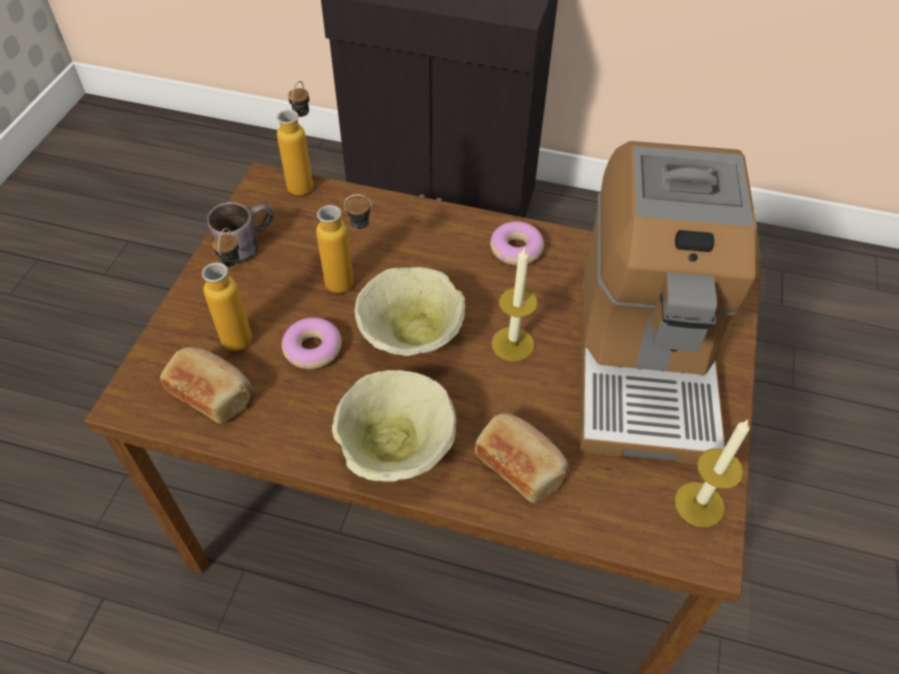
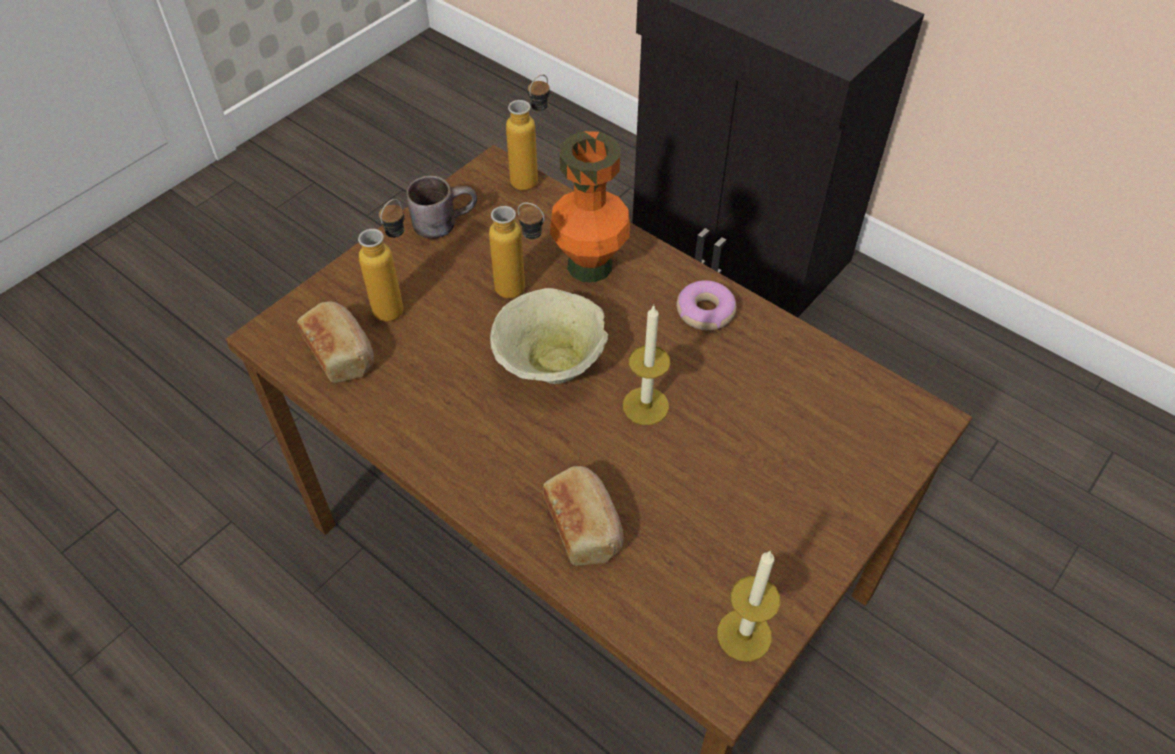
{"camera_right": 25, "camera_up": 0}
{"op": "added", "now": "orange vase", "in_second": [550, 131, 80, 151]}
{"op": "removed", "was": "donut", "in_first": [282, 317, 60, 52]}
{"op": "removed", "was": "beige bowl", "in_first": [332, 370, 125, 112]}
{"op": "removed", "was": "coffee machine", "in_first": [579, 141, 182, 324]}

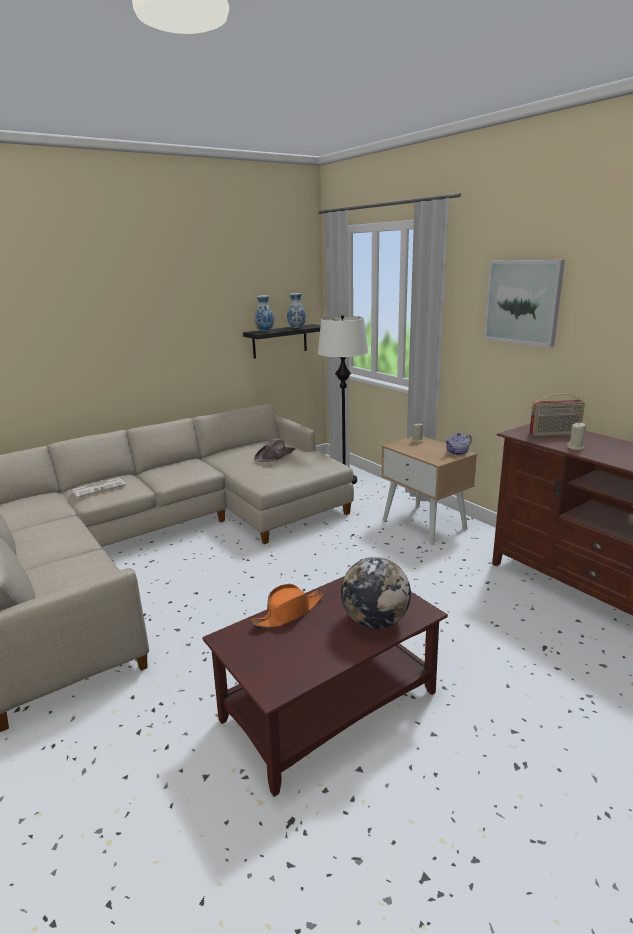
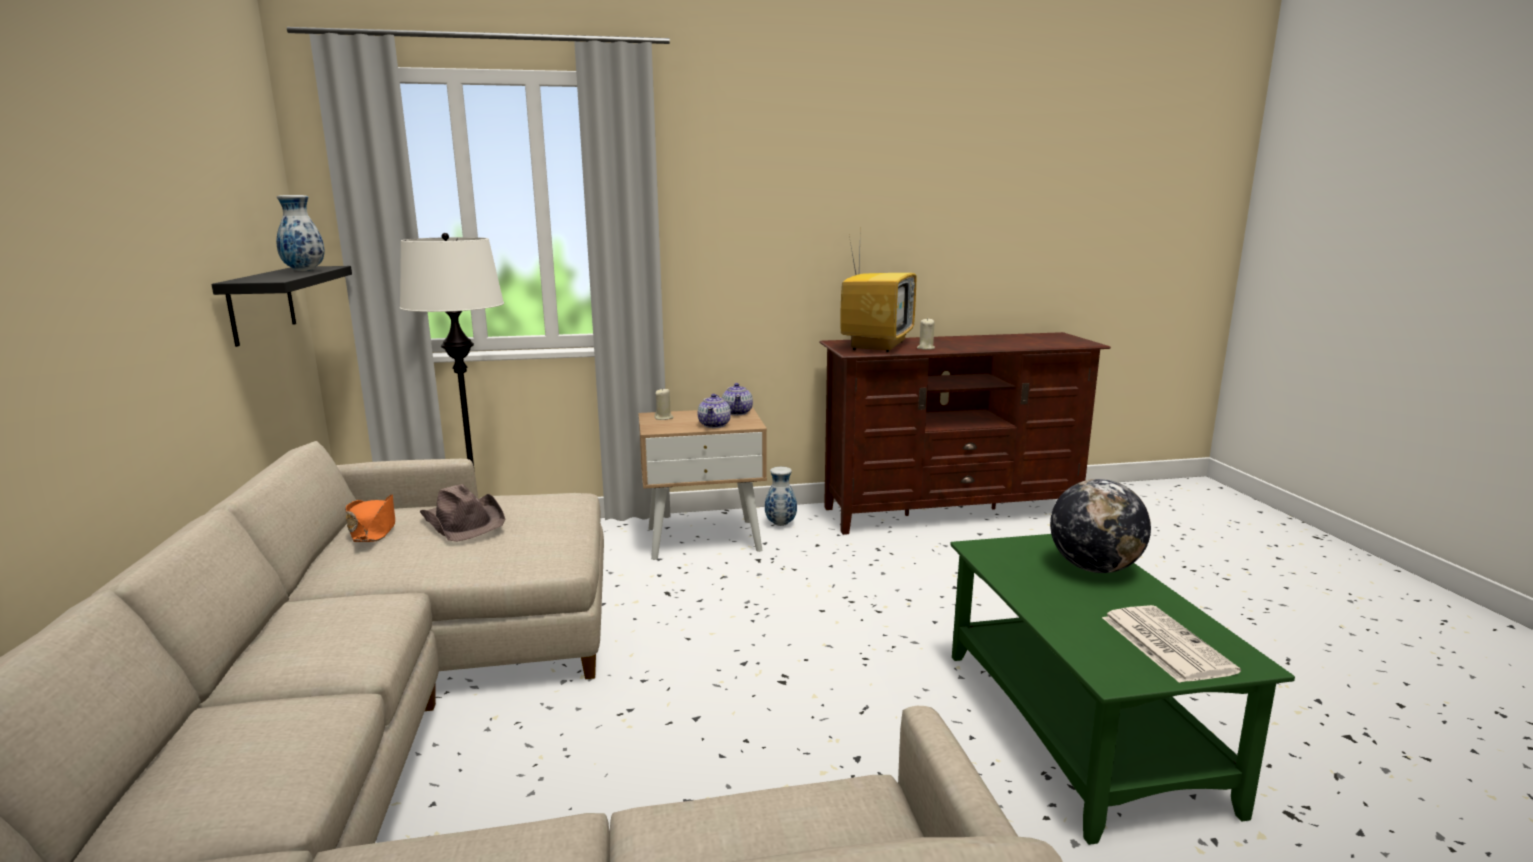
{"camera_right": -65, "camera_up": -5}
{"op": "moved", "was": "orange hat", "in_first": [252, 584, 71, 44], "in_second": [345, 494, 50, 48]}
{"op": "added", "now": "teapot", "in_second": [698, 394, 33, 34]}
{"op": "moved", "was": "vase", "in_first": [254, 295, 20, 37], "in_second": [765, 467, 32, 59]}
{"op": "replaced", "was": "radio", "now": "television", "in_first": [529, 393, 56, 44], "in_second": [840, 223, 76, 129]}
{"op": "recoloured", "was": "brown coffee table", "now": "green coffee table", "in_first": [202, 577, 246, 220], "in_second": [950, 534, 345, 311]}
{"op": "moved", "was": "newspaper", "in_first": [72, 478, 54, 20], "in_second": [1102, 605, 139, 78]}
{"op": "removed", "was": "picture", "in_first": [484, 260, 81, 88]}

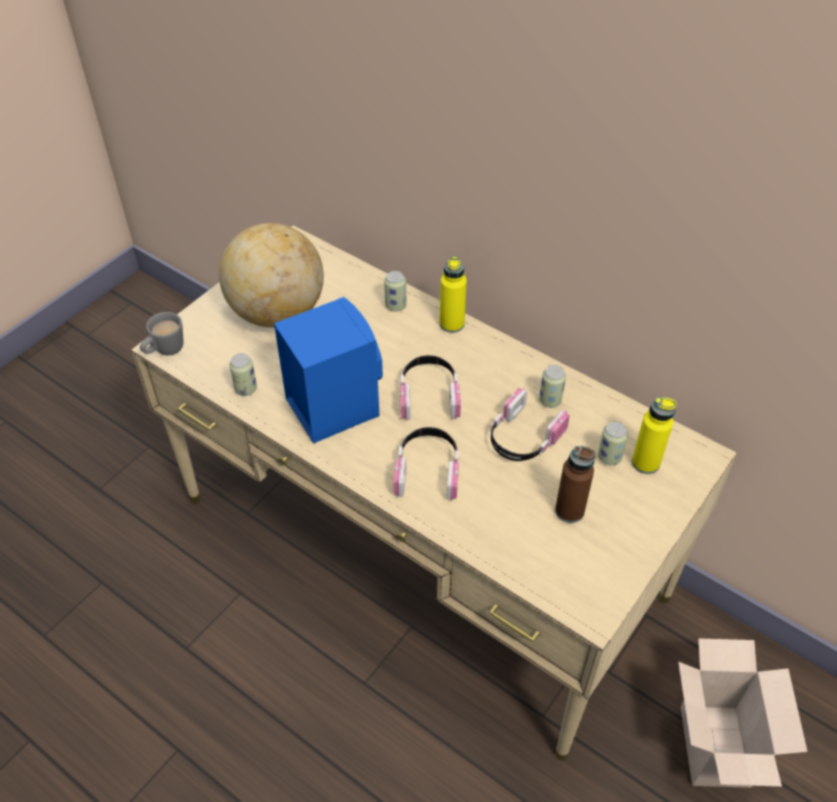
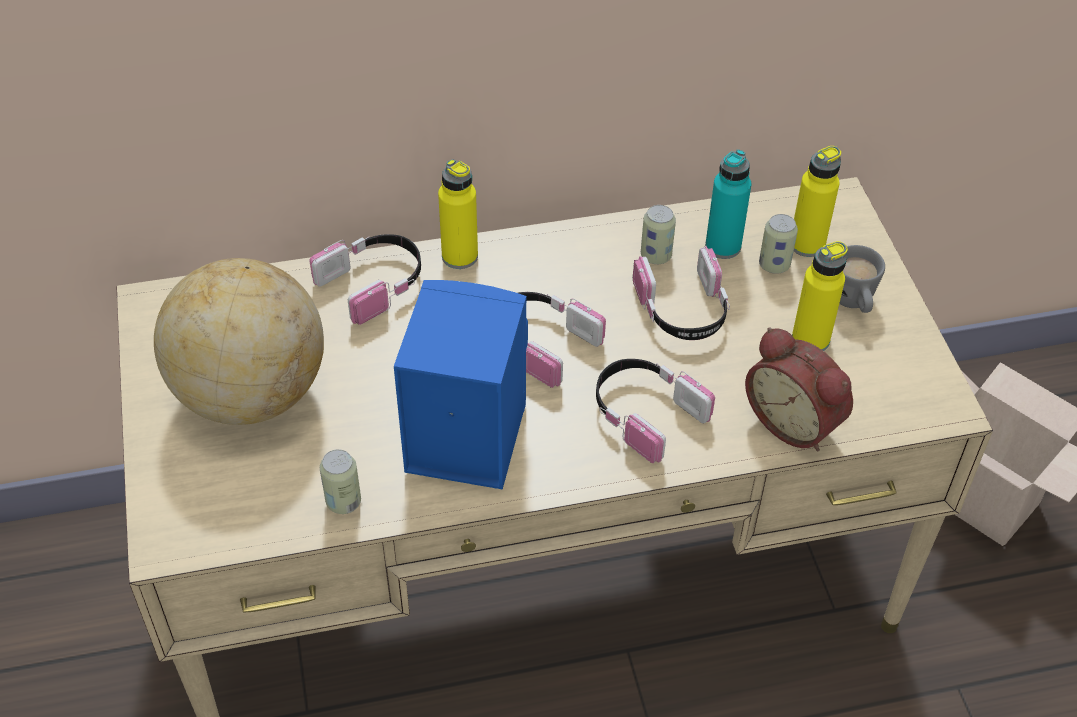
{"camera_right": -50, "camera_up": 0}
{"op": "replaced", "was": "can", "now": "headphones", "in_first": [384, 271, 22, 40], "in_second": [310, 234, 111, 91]}
{"op": "added", "now": "turquoise bottle", "in_second": [705, 149, 46, 110]}
{"op": "added", "now": "alarm clock", "in_second": [745, 327, 108, 124]}
{"op": "recoloured", "was": "brown bottle", "now": "yellow bottle", "in_first": [555, 446, 40, 77], "in_second": [792, 241, 56, 110]}
{"op": "moved", "was": "grey mug", "in_first": [140, 312, 43, 43], "in_second": [839, 245, 46, 68]}

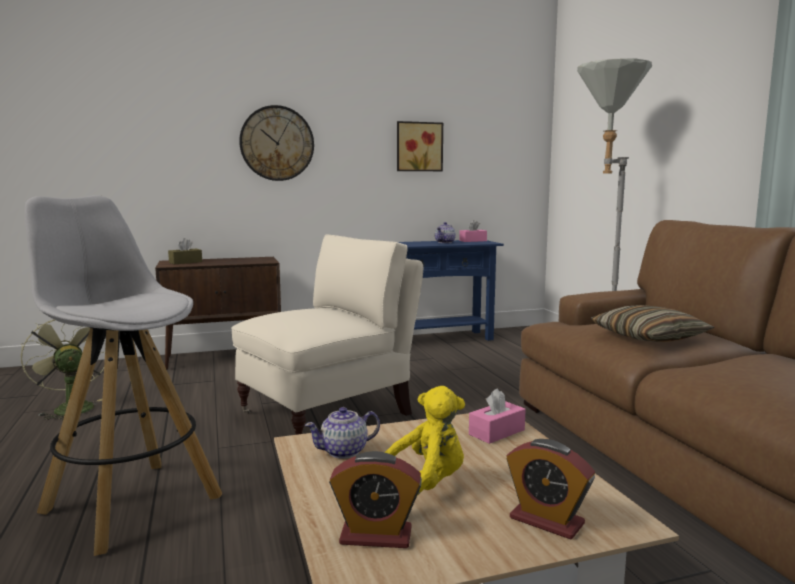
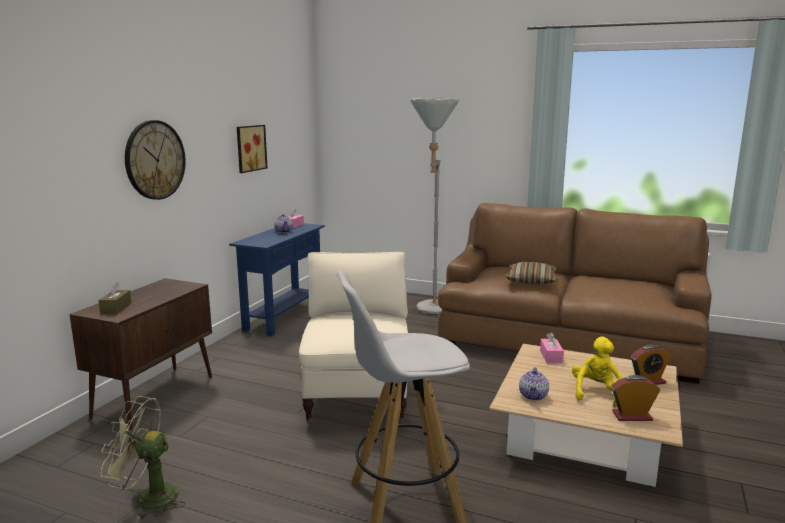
{"camera_right": -50, "camera_up": 5}
{"op": "turned", "was": "alarm clock", "in_first": [329, 451, 93, 97], "in_second": [611, 375, 49, 46], "clockwise": -135}

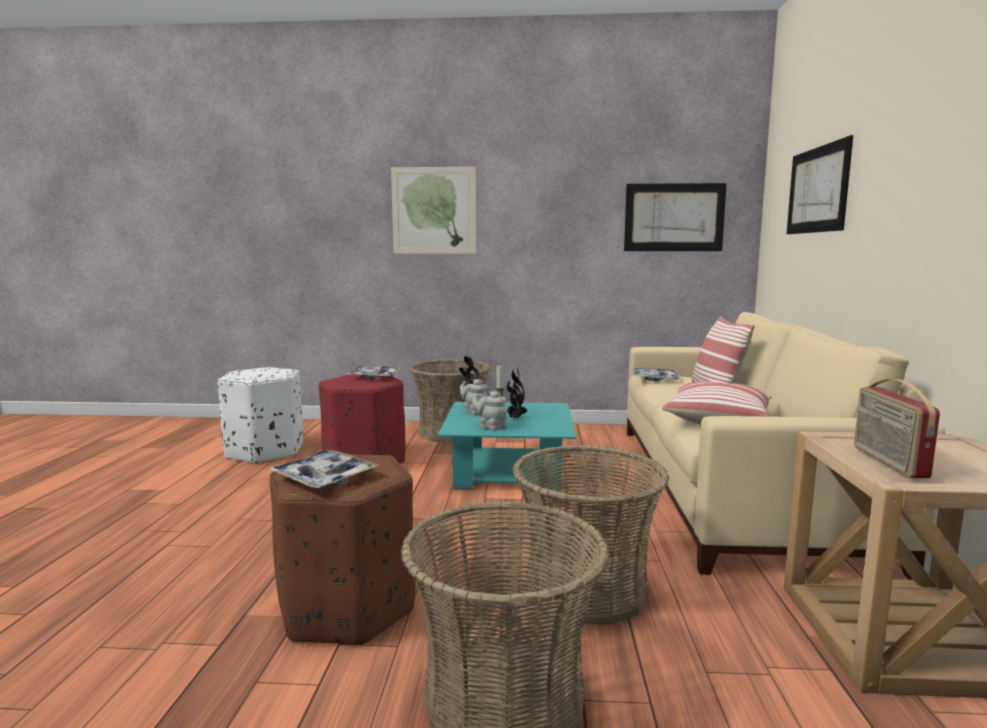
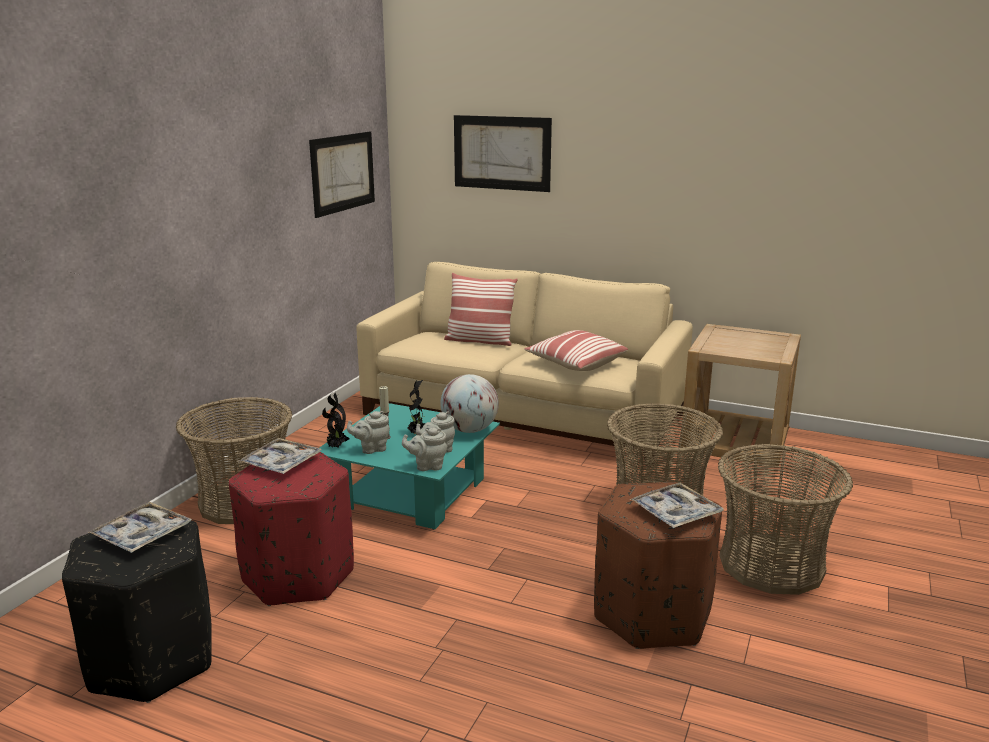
{"camera_right": -70, "camera_up": 10}
{"op": "recoloured", "was": "white ottoman", "now": "black ottoman", "in_first": [218, 367, 85, 97], "in_second": [62, 518, 150, 185]}
{"op": "moved", "was": "tray", "in_first": [633, 368, 47, 13], "in_second": [88, 502, 104, 51]}
{"op": "added", "now": "grey teapot", "in_second": [402, 428, 46, 43]}
{"op": "added", "now": "globe", "in_second": [440, 374, 59, 59]}
{"op": "removed", "was": "picture", "in_first": [391, 167, 85, 87]}
{"op": "removed", "was": "radio", "in_first": [854, 379, 86, 99]}

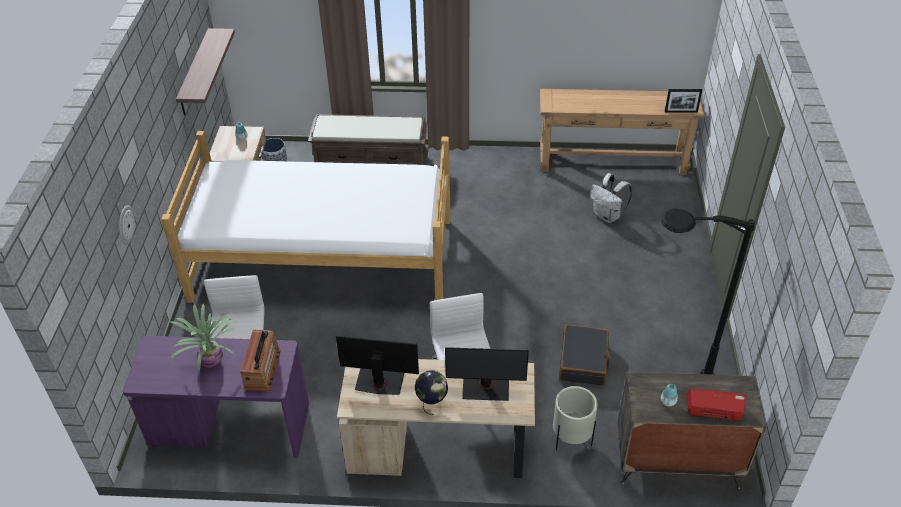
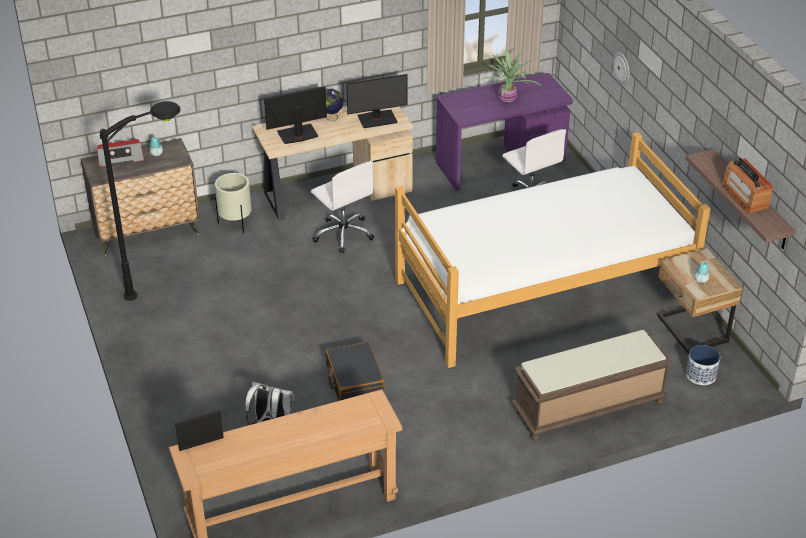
{"camera_right": 155, "camera_up": -5}
{"op": "moved", "was": "black suitcase", "in_first": [559, 325, 52, 61], "in_second": [325, 342, 60, 59]}
{"op": "moved", "was": "radio", "in_first": [240, 330, 41, 62], "in_second": [722, 158, 51, 56]}

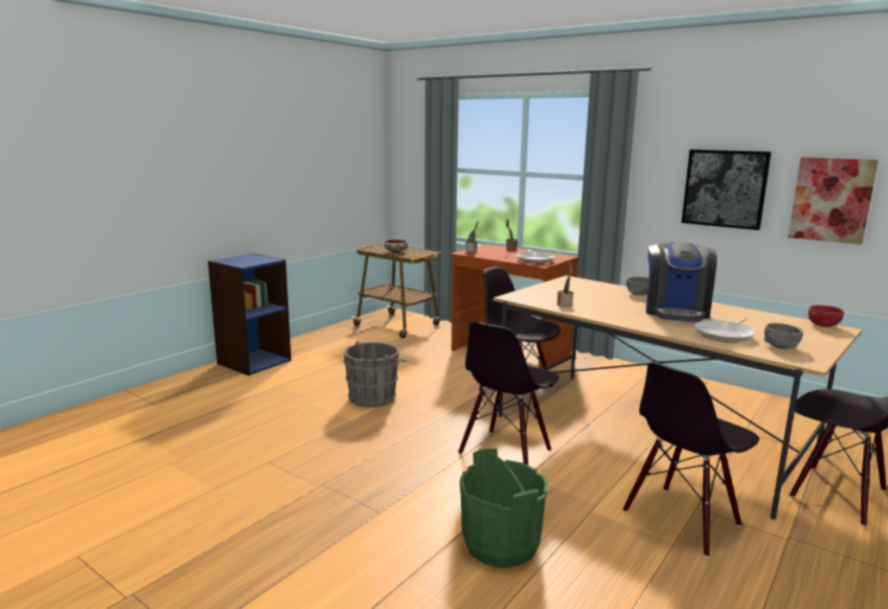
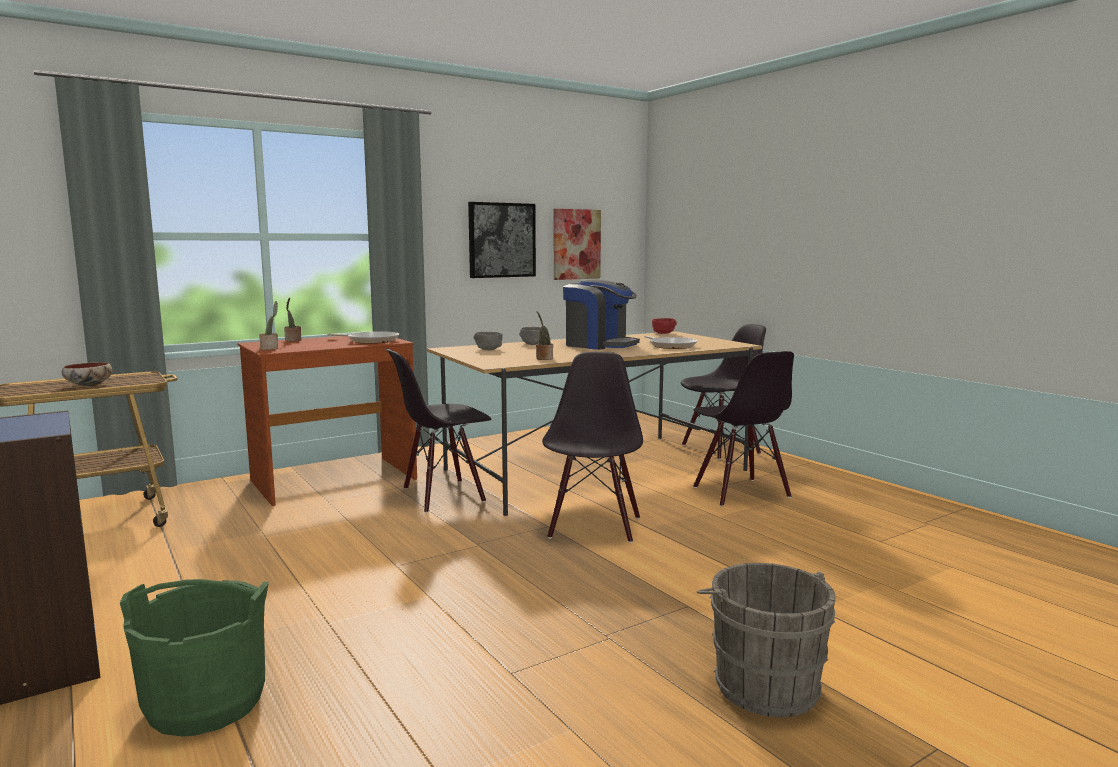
{"camera_right": -70, "camera_up": -5}
{"op": "moved", "was": "green bucket", "in_first": [459, 449, 89, 119], "in_second": [120, 579, 149, 158]}
{"op": "moved", "was": "grey bowl", "in_first": [764, 323, 39, 26], "in_second": [474, 332, 29, 18]}
{"op": "turned", "was": "black chair", "in_first": [458, 322, 101, 143], "in_second": [542, 352, 101, 191], "clockwise": -135}
{"op": "moved", "was": "grey bucket", "in_first": [343, 341, 63, 67], "in_second": [697, 563, 139, 154]}

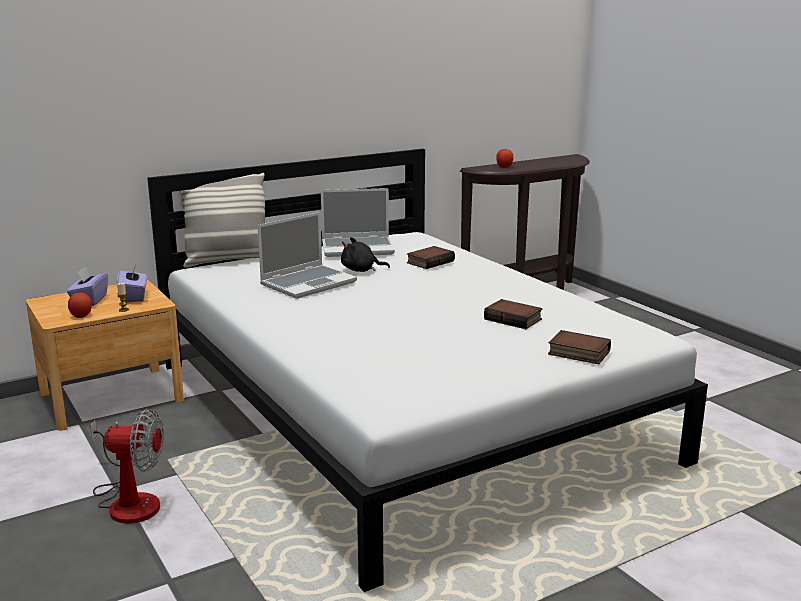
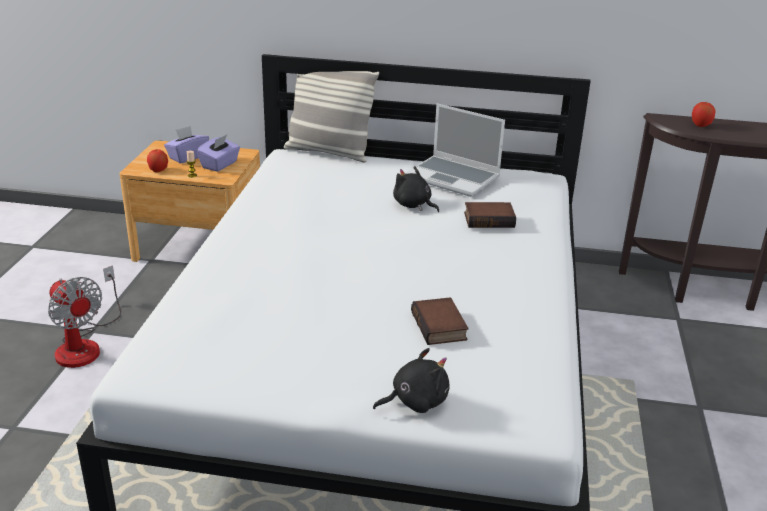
{"camera_right": 40, "camera_up": 10}
{"op": "replaced", "was": "book", "now": "black plush toy", "in_first": [548, 330, 63, 34], "in_second": [373, 348, 76, 65]}
{"op": "removed", "was": "laptop", "in_first": [257, 212, 100, 87]}

